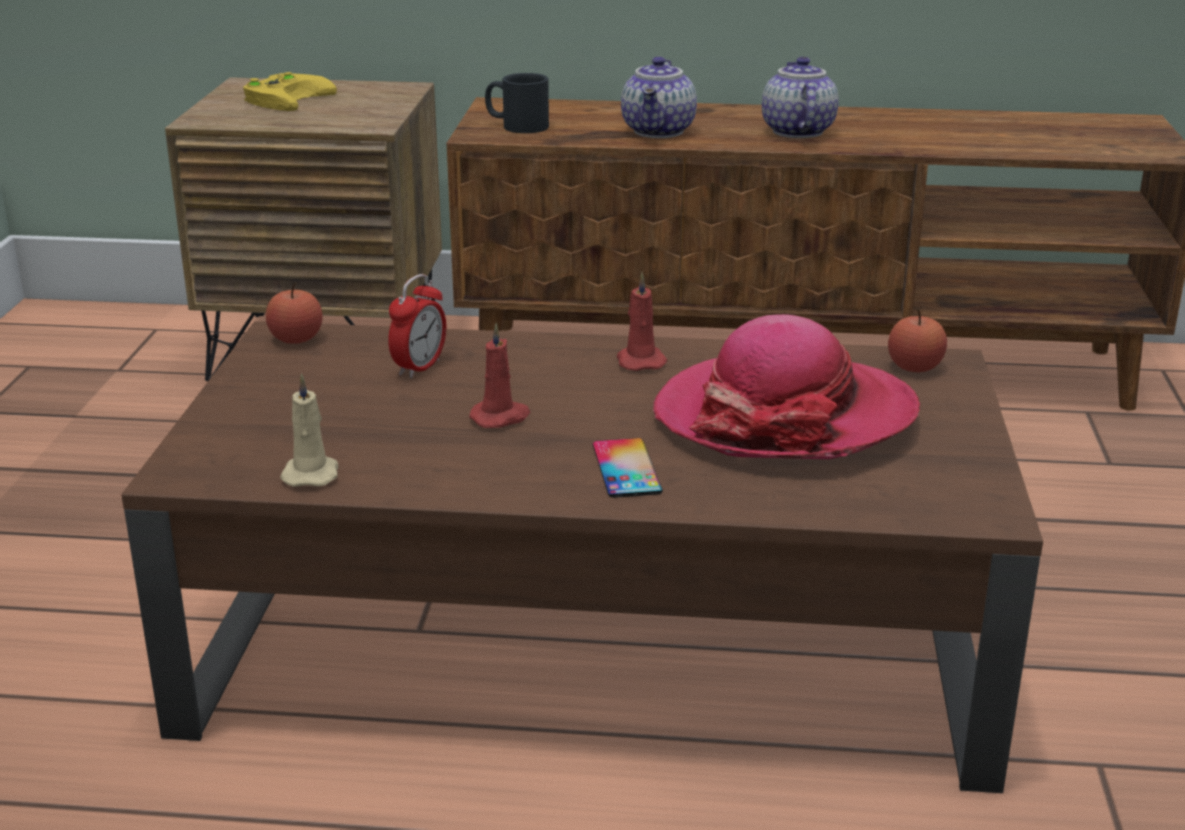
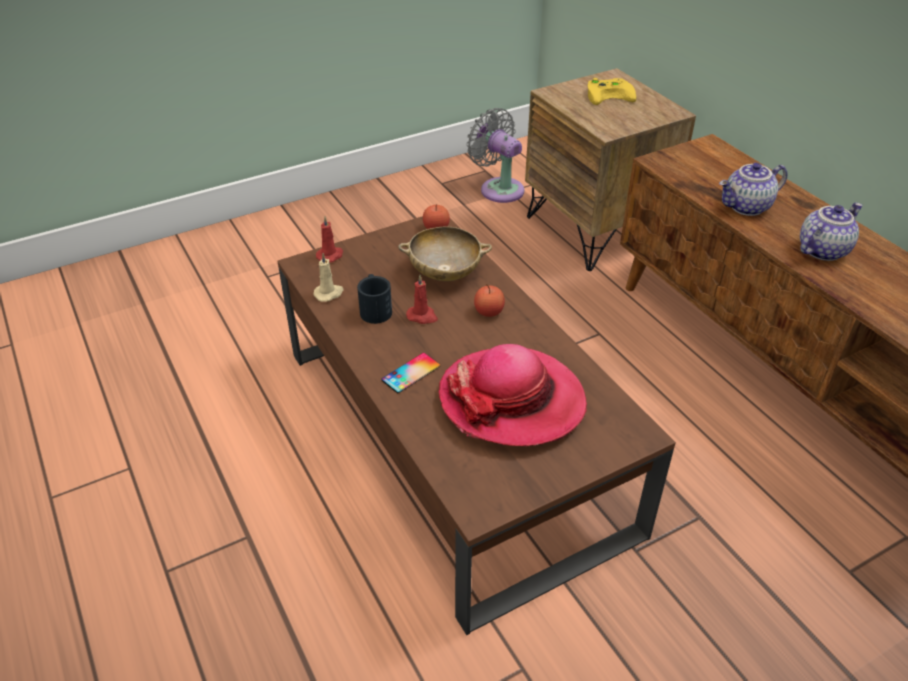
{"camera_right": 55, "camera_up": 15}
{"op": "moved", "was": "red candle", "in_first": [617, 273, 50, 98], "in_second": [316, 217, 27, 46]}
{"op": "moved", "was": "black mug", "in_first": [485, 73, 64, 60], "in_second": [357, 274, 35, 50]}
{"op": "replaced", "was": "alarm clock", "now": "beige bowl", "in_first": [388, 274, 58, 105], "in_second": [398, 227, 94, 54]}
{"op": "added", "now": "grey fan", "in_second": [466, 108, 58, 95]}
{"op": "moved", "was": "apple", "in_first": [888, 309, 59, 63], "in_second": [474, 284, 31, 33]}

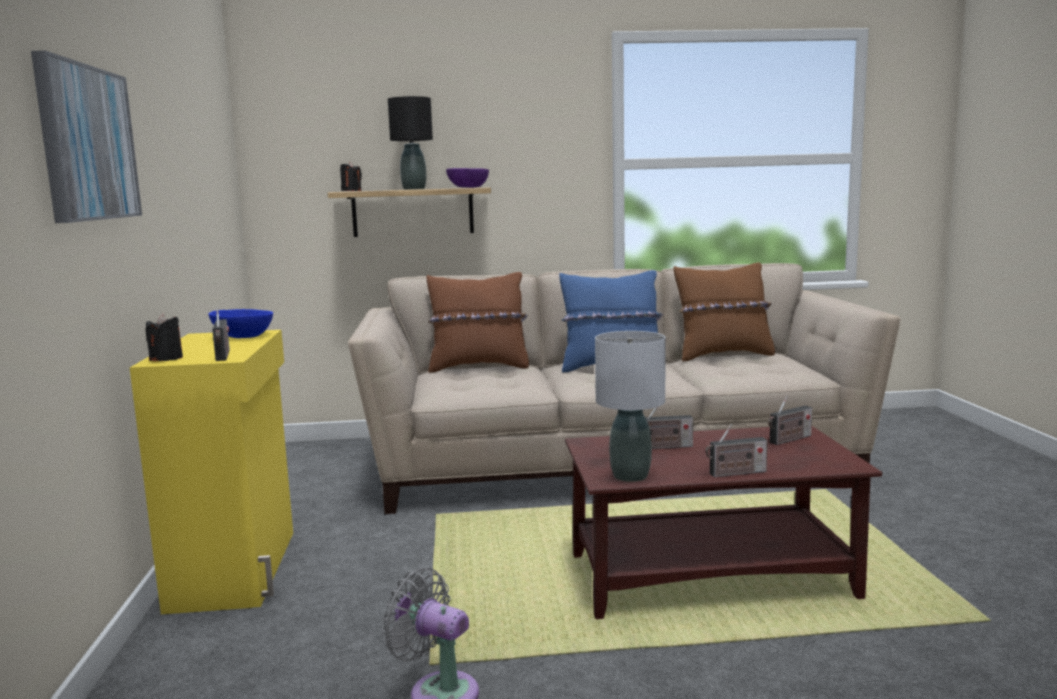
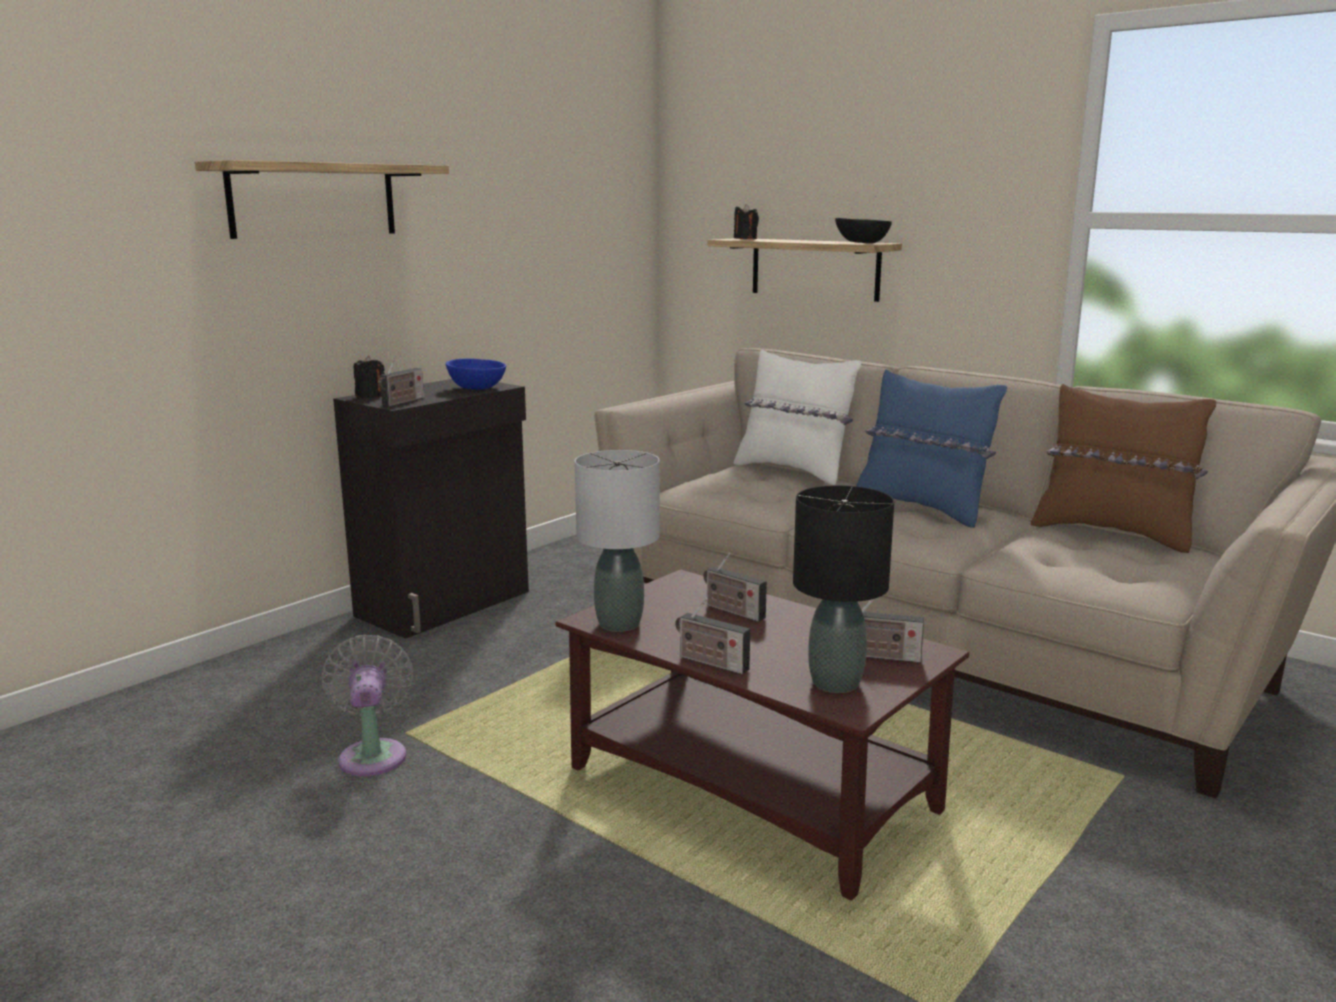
{"camera_right": 45, "camera_up": 5}
{"op": "replaced", "was": "picture", "now": "shelf", "in_first": [31, 51, 111, 172], "in_second": [195, 160, 254, 79]}
{"op": "recoloured", "was": "yellow cabinet", "now": "black cabinet", "in_first": [130, 330, 163, 284], "in_second": [333, 379, 196, 259]}
{"op": "recoloured", "was": "brown pillow", "now": "white pillow", "in_first": [426, 272, 103, 101], "in_second": [734, 349, 127, 136]}
{"op": "moved", "was": "black table lamp", "in_first": [388, 96, 45, 94], "in_second": [793, 485, 101, 208]}
{"op": "recoloured", "was": "purple bowl", "now": "black bowl", "in_first": [446, 168, 43, 20], "in_second": [835, 218, 57, 25]}

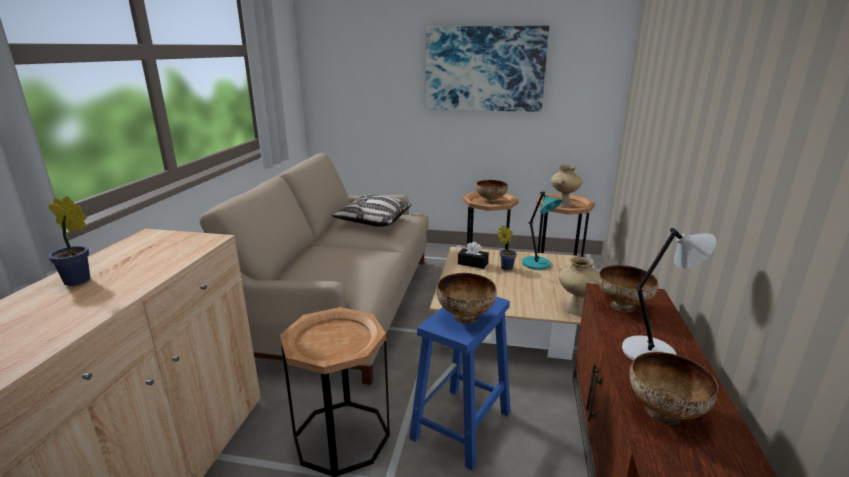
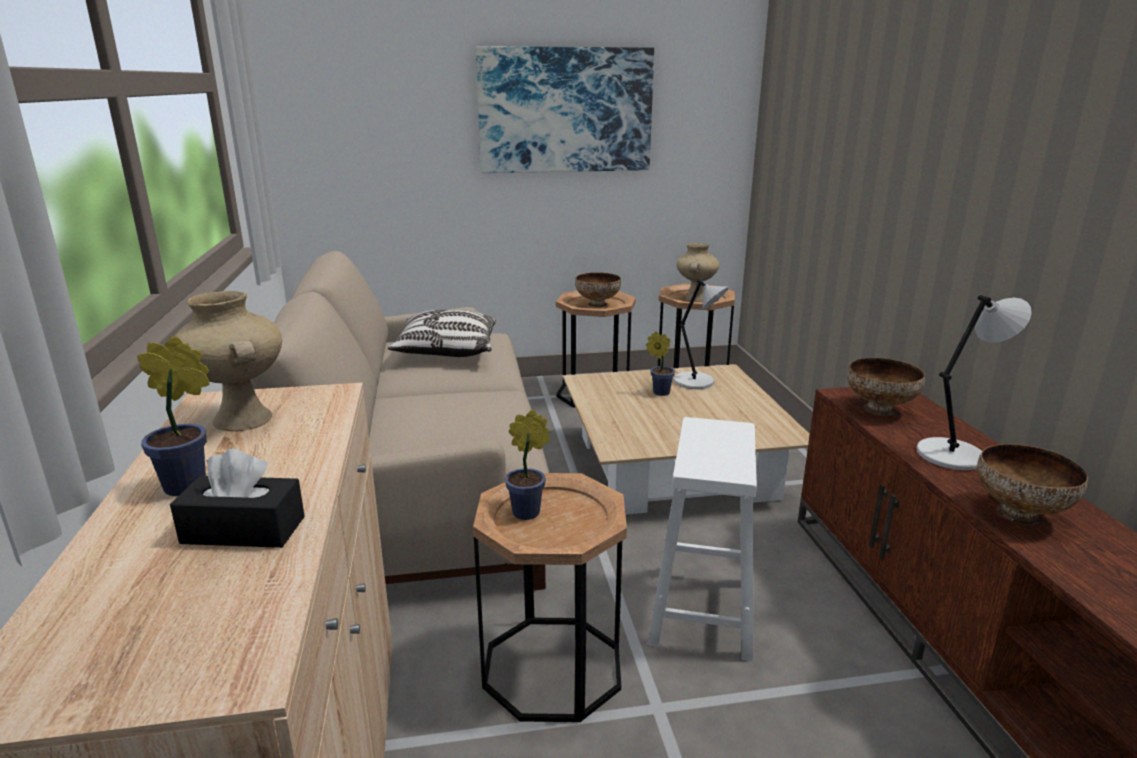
{"camera_right": -20, "camera_up": 0}
{"op": "moved", "was": "black tissue box", "in_first": [458, 242, 31, 27], "in_second": [170, 449, 135, 99]}
{"op": "moved", "was": "beige vase", "in_first": [559, 257, 40, 59], "in_second": [175, 291, 107, 140]}
{"op": "added", "now": "potted plant", "in_second": [505, 410, 45, 110]}
{"op": "recoloured", "was": "blue stool", "now": "white stool", "in_first": [409, 297, 101, 173], "in_second": [647, 417, 110, 244]}
{"op": "recoloured", "was": "turquoise table lamp", "now": "grey table lamp", "in_first": [522, 191, 40, 79], "in_second": [674, 279, 55, 110]}
{"op": "removed", "was": "bowl", "in_first": [437, 273, 60, 51]}

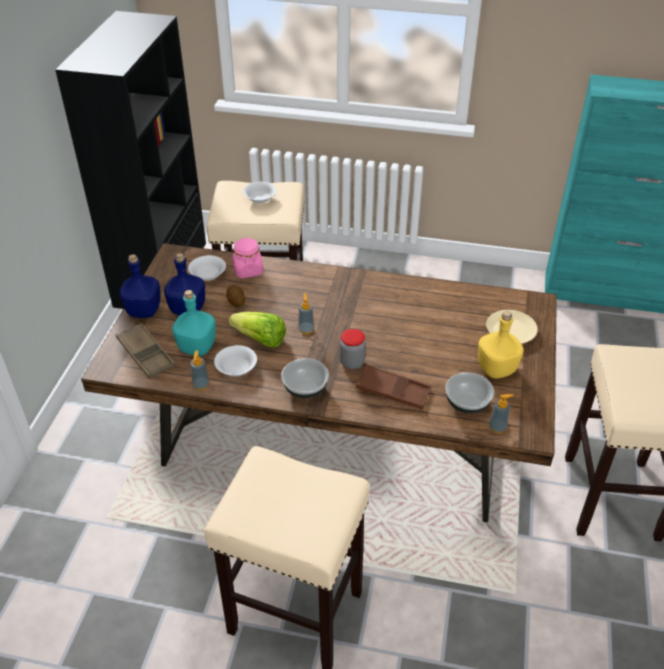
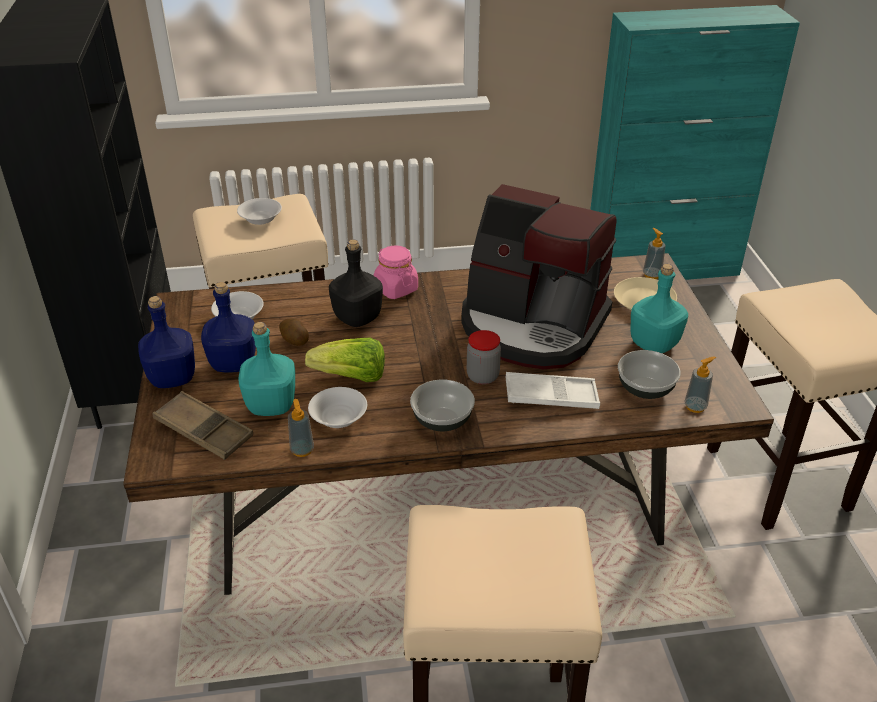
{"camera_right": -20, "camera_up": -5}
{"op": "added", "now": "black bottle", "in_second": [329, 239, 54, 88]}
{"op": "moved", "was": "pink jar", "in_first": [232, 238, 32, 40], "in_second": [374, 246, 44, 53]}
{"op": "added", "now": "coffee machine", "in_second": [461, 184, 155, 185]}
{"op": "recoloured", "was": "brown tray", "now": "white tray", "in_first": [356, 364, 75, 46], "in_second": [506, 372, 94, 37]}
{"op": "recoloured", "was": "yellow bottle", "now": "turquoise bottle", "in_first": [478, 311, 46, 68], "in_second": [631, 264, 57, 89]}
{"op": "moved", "was": "soap dispenser", "in_first": [298, 293, 16, 41], "in_second": [643, 228, 22, 51]}

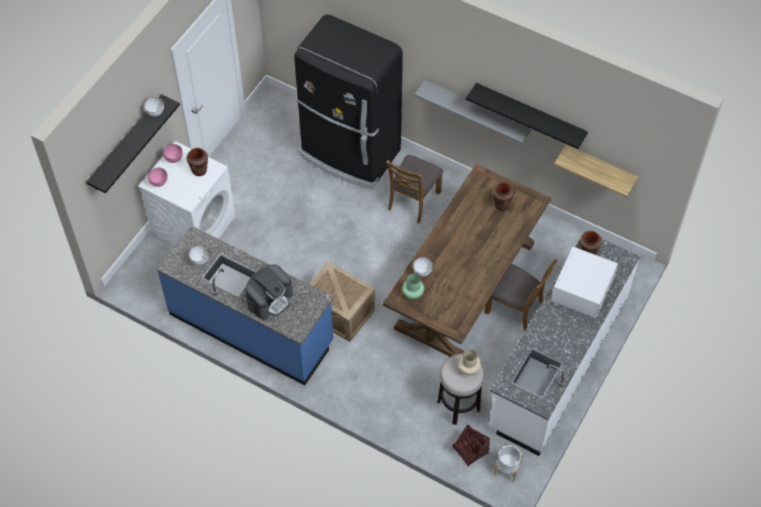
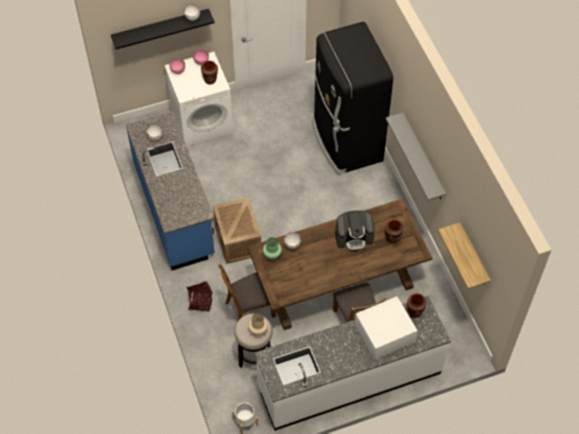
{"camera_right": 40, "camera_up": 0}
{"op": "moved", "was": "basket", "in_first": [452, 424, 38, 43], "in_second": [186, 282, 27, 30]}
{"op": "moved", "was": "brown chair", "in_first": [386, 155, 57, 68], "in_second": [218, 264, 58, 56]}
{"op": "moved", "was": "coffee machine", "in_first": [246, 264, 47, 56], "in_second": [335, 210, 40, 41]}
{"op": "removed", "was": "black shelf", "in_first": [466, 83, 122, 66]}

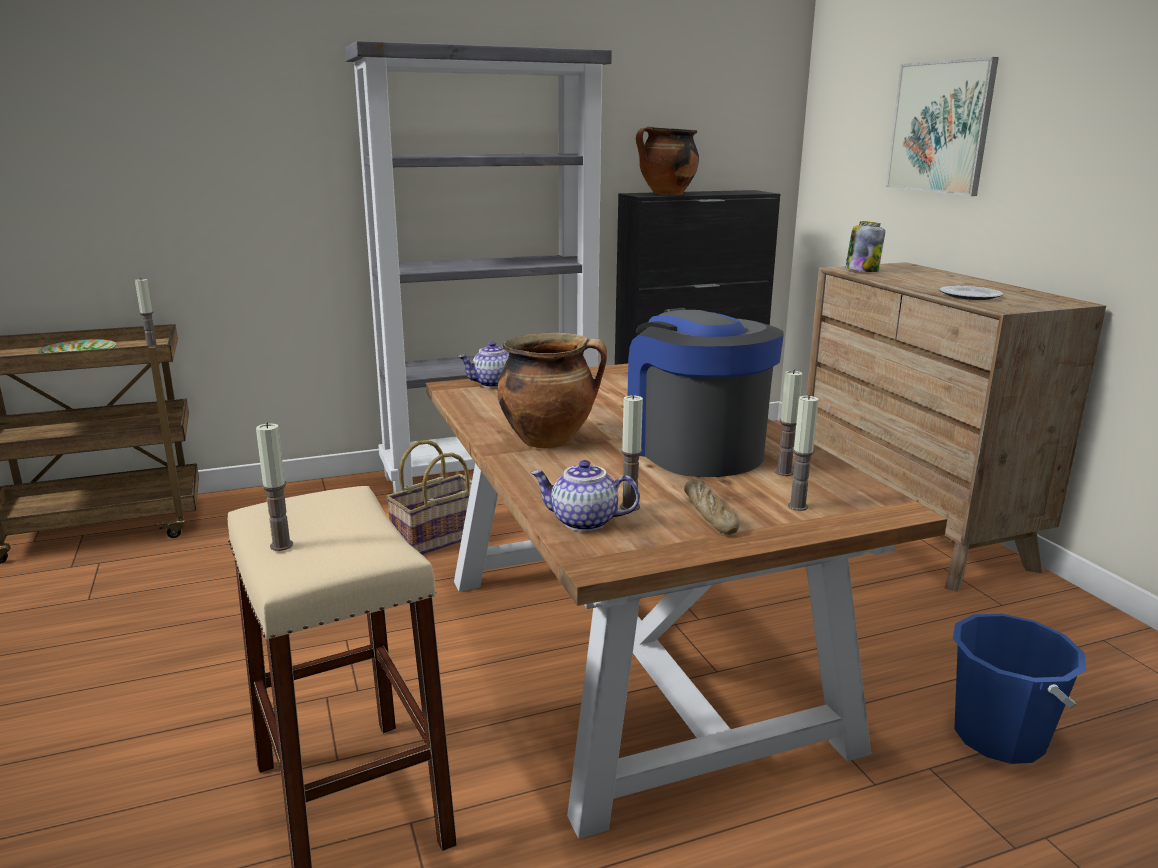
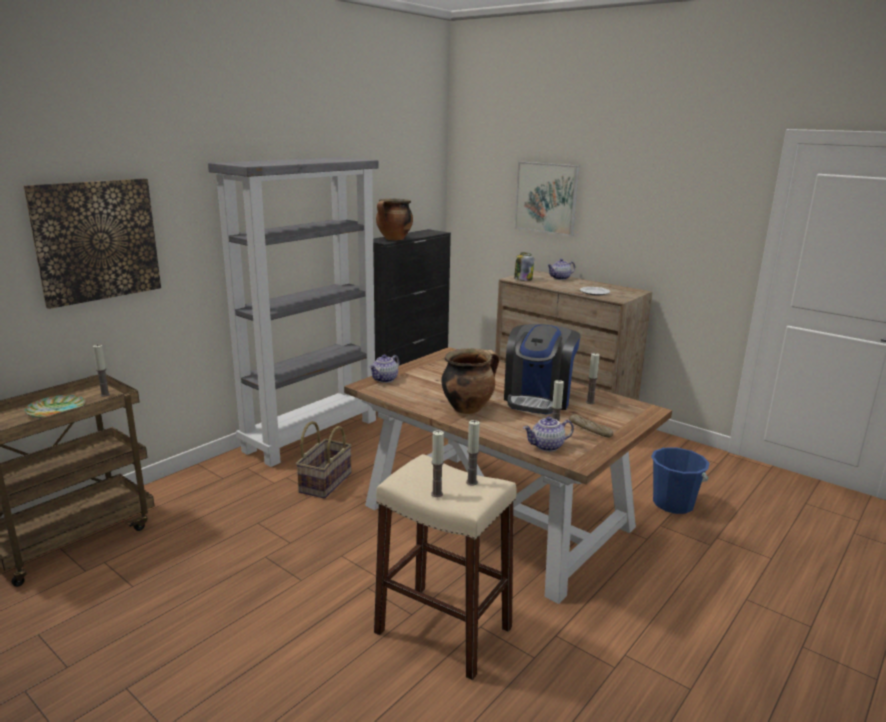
{"camera_right": -30, "camera_up": 0}
{"op": "added", "now": "picture", "in_second": [23, 178, 138, 131]}
{"op": "moved", "was": "candle", "in_first": [788, 395, 31, 116], "in_second": [466, 420, 14, 65]}
{"op": "turned", "was": "coffee machine", "in_first": [628, 307, 156, 170], "in_second": [504, 324, 77, 90], "clockwise": -105}
{"op": "added", "now": "teapot", "in_second": [547, 259, 28, 21]}

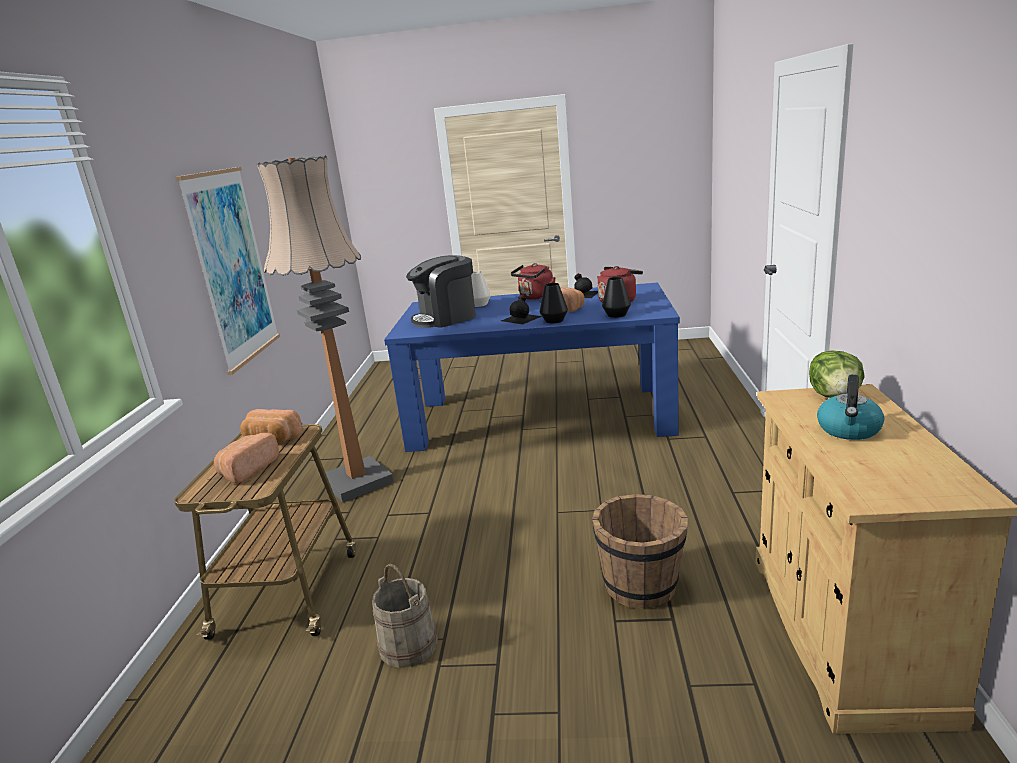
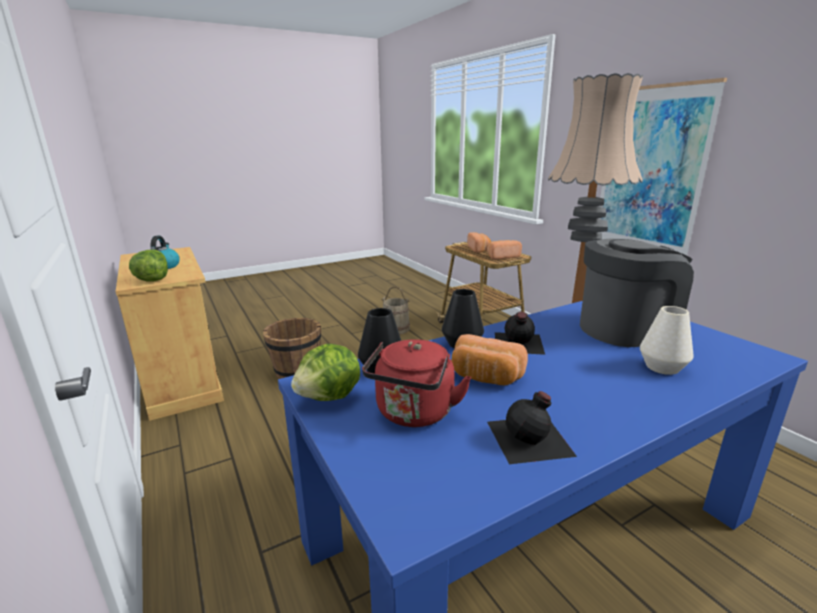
{"camera_right": 145, "camera_up": 0}
{"op": "added", "now": "lettuce", "in_second": [291, 344, 69, 57]}
{"op": "turned", "was": "coffee machine", "in_first": [406, 255, 70, 73], "in_second": [580, 239, 114, 108], "clockwise": 45}
{"op": "removed", "was": "red kettle", "in_first": [511, 263, 45, 37]}

